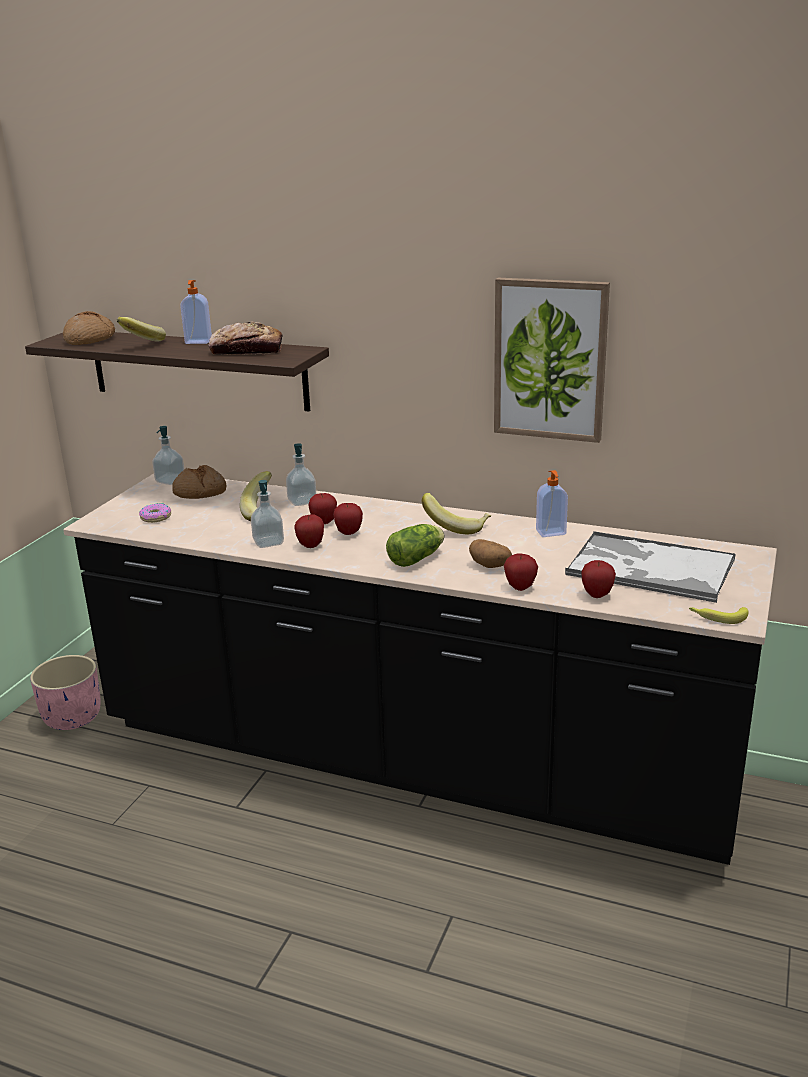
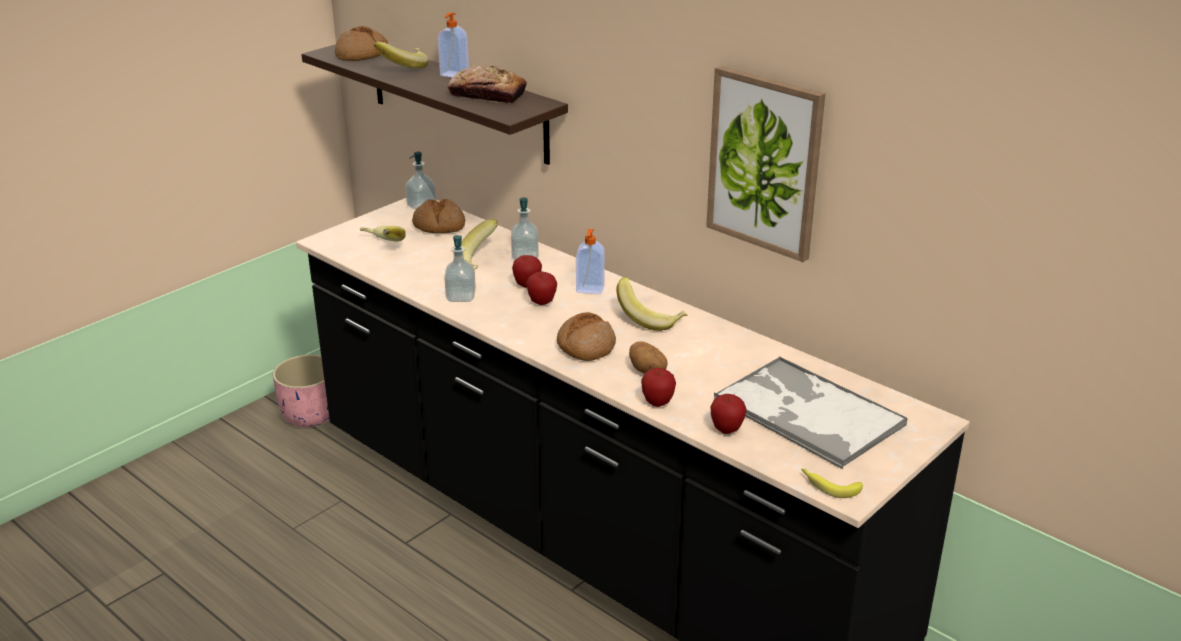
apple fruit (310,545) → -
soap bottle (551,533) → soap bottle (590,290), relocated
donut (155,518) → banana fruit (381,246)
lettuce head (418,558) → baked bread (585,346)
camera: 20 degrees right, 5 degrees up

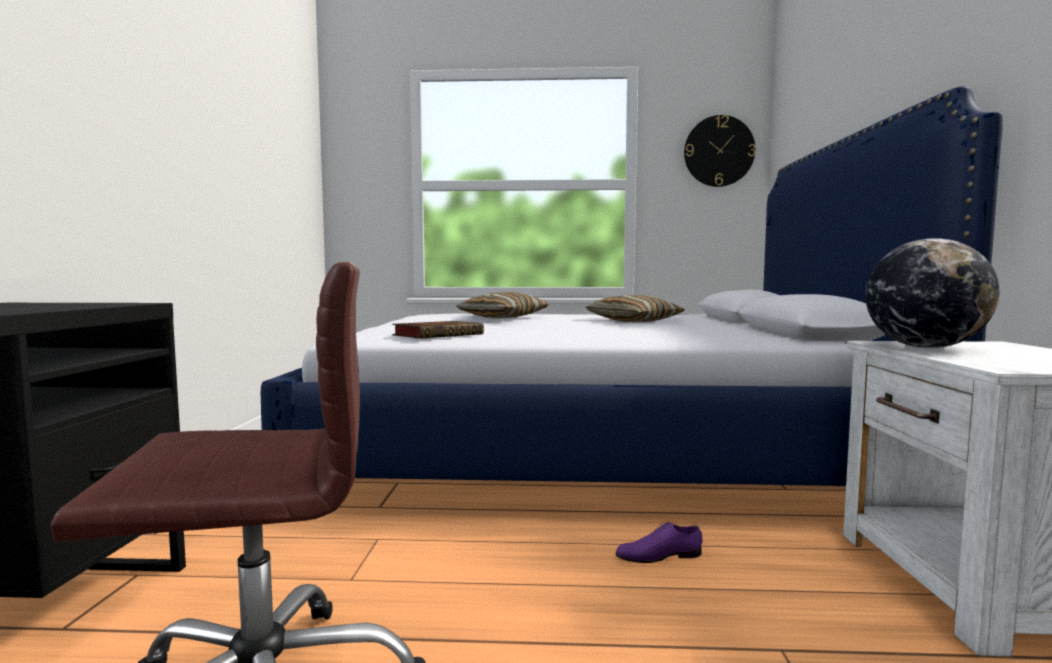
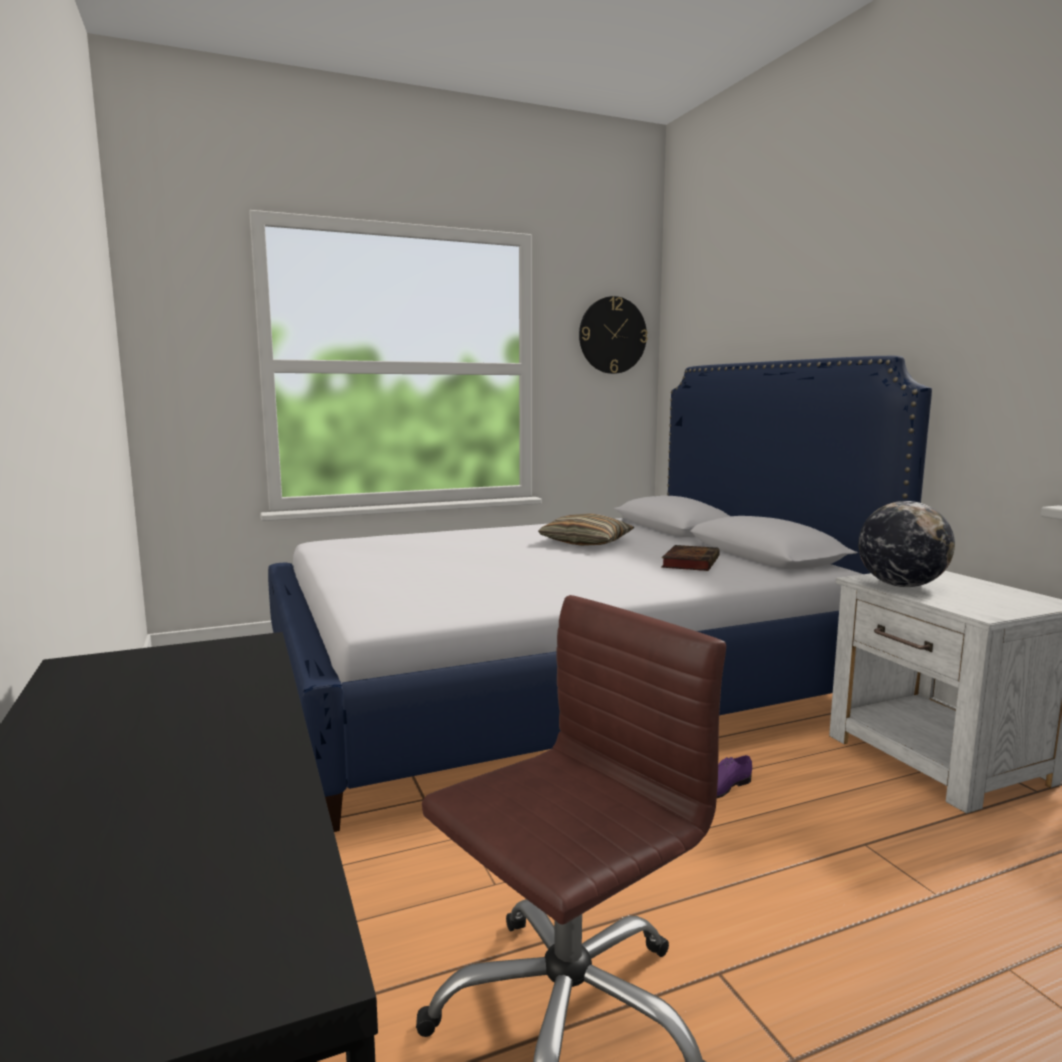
cushion (502,317) → -
book (439,335) → book (690,562), relocated
camera: 25 degrees left, 5 degrees up

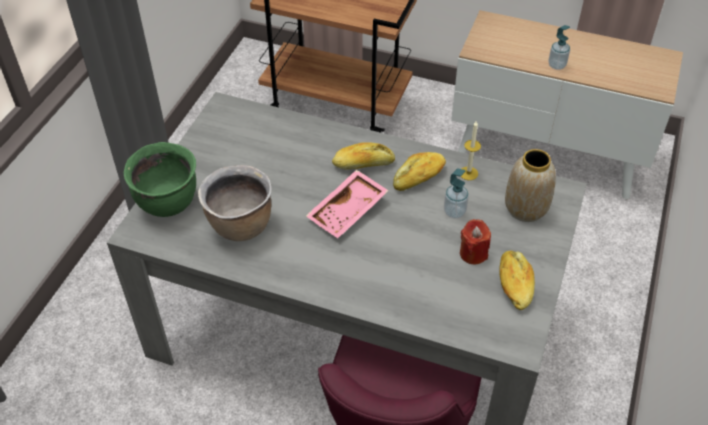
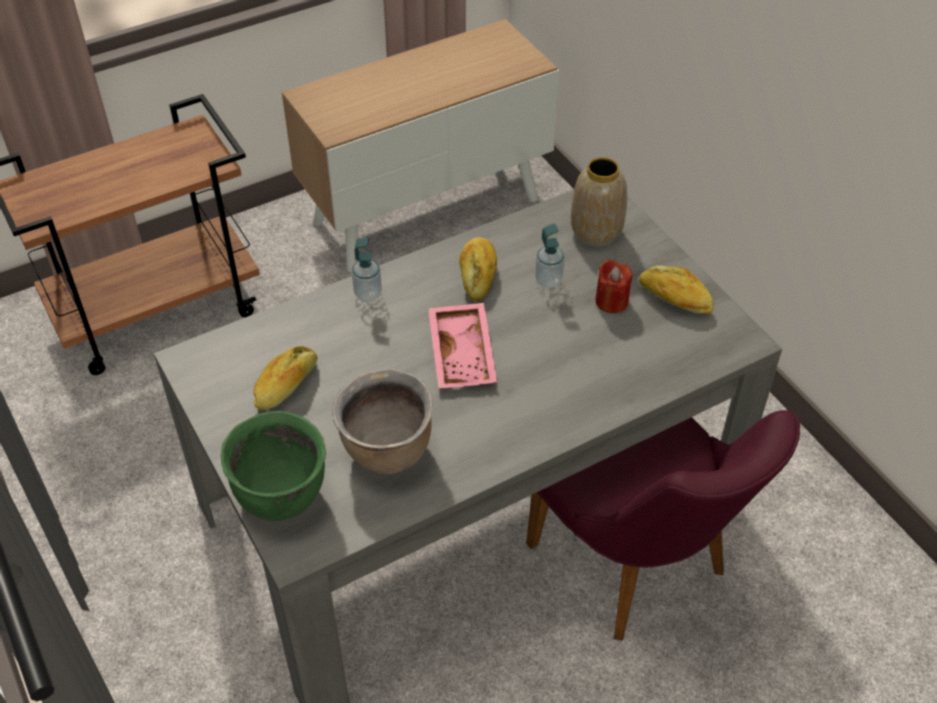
wax candle (468,173) → -
baked bread (363,164) → baked bread (287,385), relocated
soap bottle (556,65) → soap bottle (368,294), relocated
camera: 50 degrees left, 0 degrees up

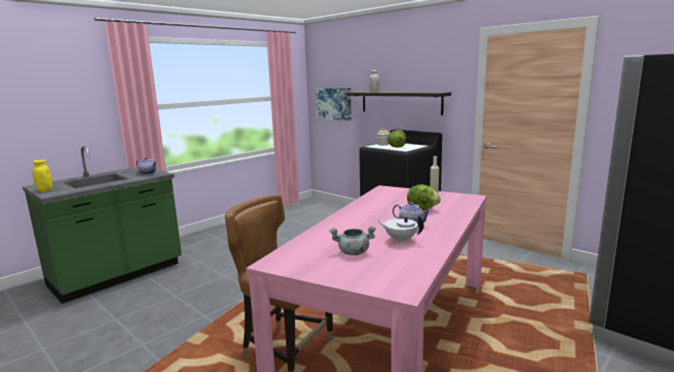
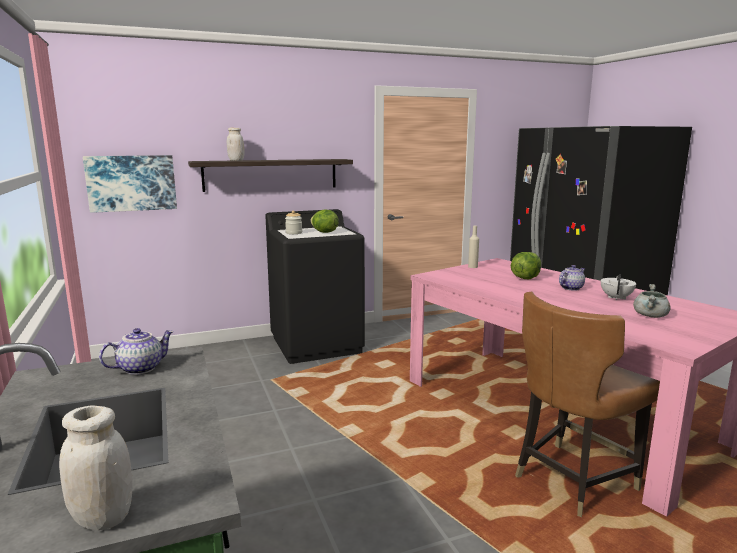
storage jar in yellow-coloured (45,190) → storage jar in white-coloured (103,518)
pot for tea in white-coloured (400,240) → pot for tea in white-coloured (616,298), 150 degrees clockwise
camera: 65 degrees left, 0 degrees up

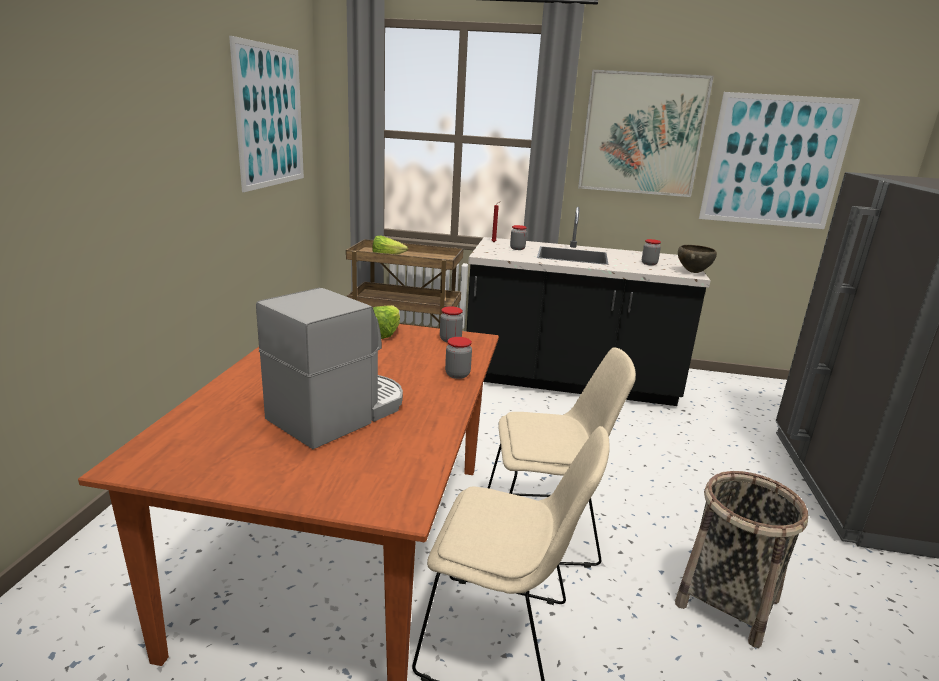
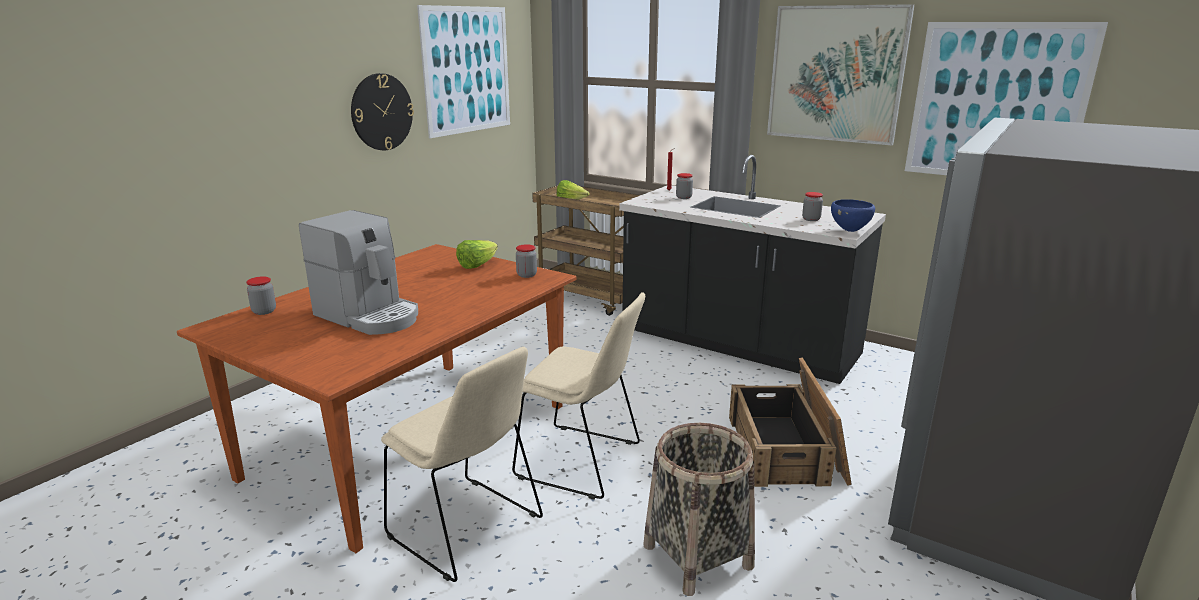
- → wall clock (381,112)
- → shipping crate (787,449)
storage jar (457,374) → storage jar (264,311), relocated
bowl in brownish (693,272) → bowl in blue-coloured (850,231)
coffee machine (340,412) → coffee machine (369,316), 60 degrees clockwise
camera: 25 degrees right, 0 degrees up

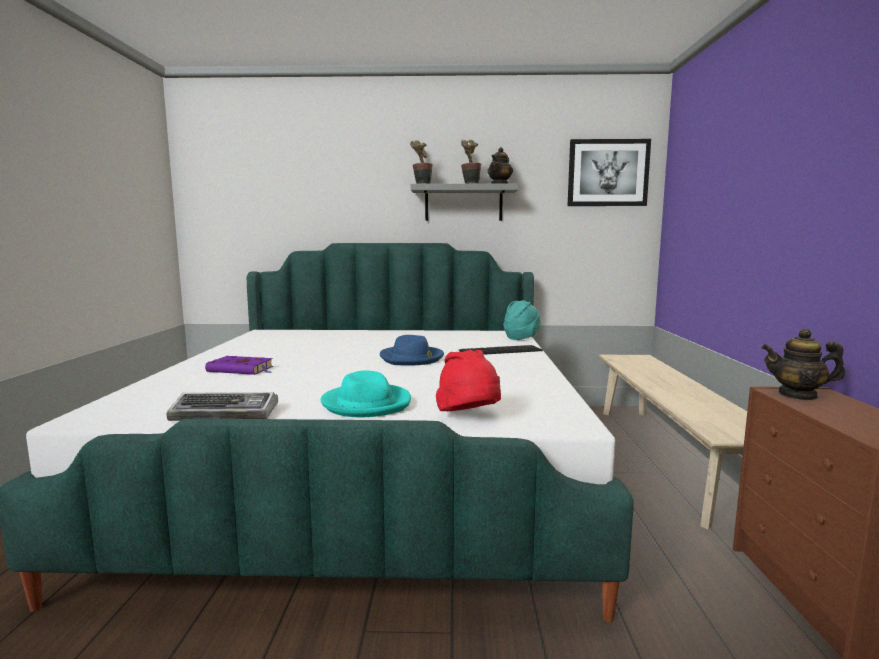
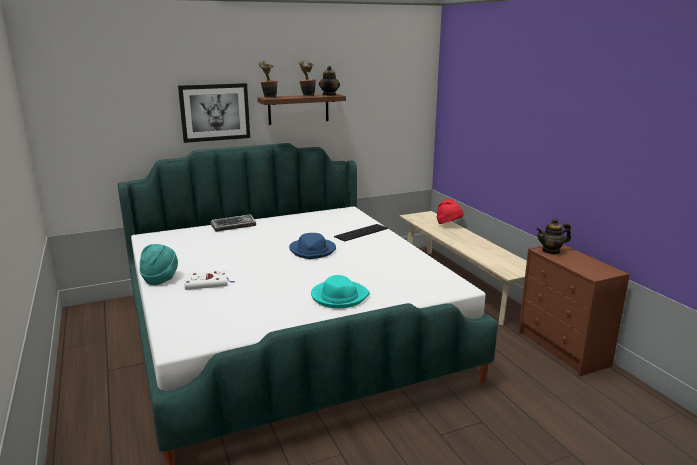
keyboard (226,414) → keyboard (234,226), relocated
wearable hat in reddish (470,417) → wearable hat in reddish (449,225), relocated
wearable hat in turquoise (521,337) → wearable hat in turquoise (160,279), relocated
wall picture (608,173) → wall picture (215,112), relocated
book in purplish (242,369) → book in white-coloured (208,283)
shelf in grey (463,203) → shelf in brownish (298,109)
camera: 25 degrees left, 10 degrees up

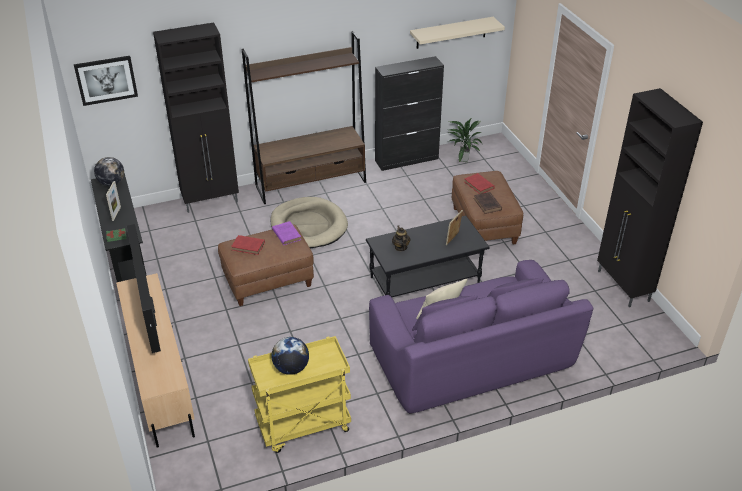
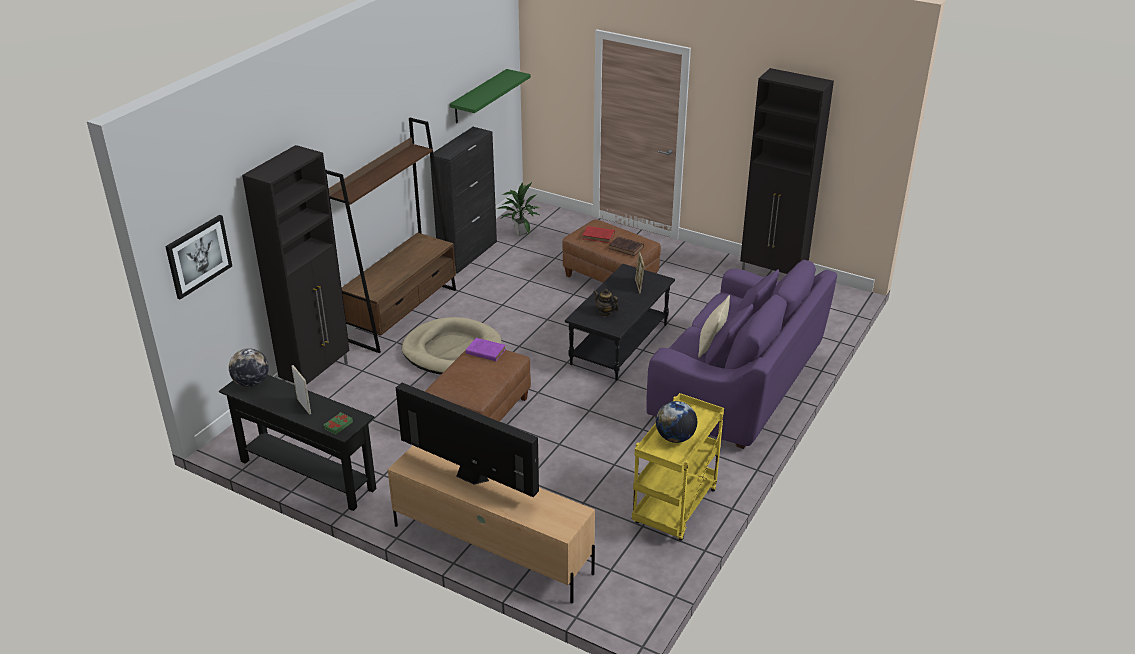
book in reddish (249,246) → -
shelf in beige-coloured (451,32) → shelf in green (479,96)
camera: 40 degrees left, 5 degrees down

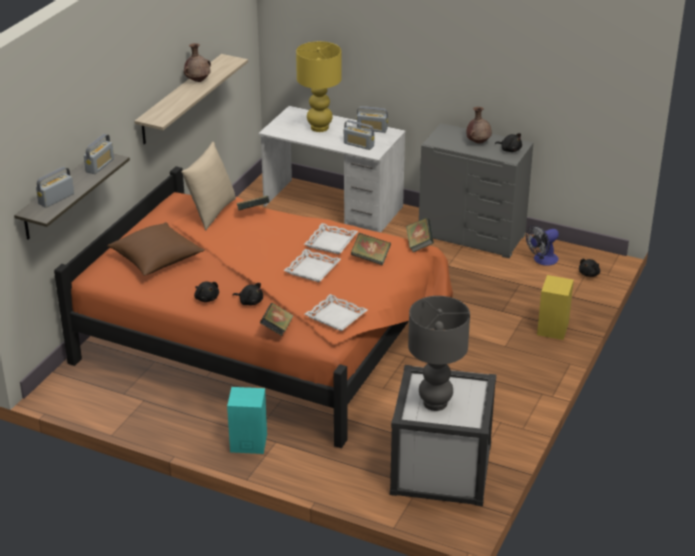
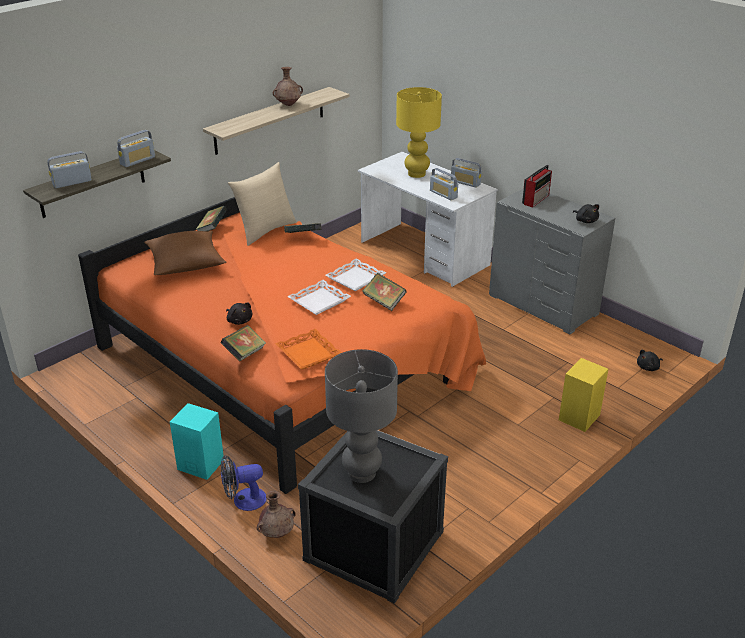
plush toy in blackish (206,298) → -
- → radio (536,199)
book (419,244) → book (212,229), relocated
flower vase in brownish (478,142) → flower vase in brownish (277,533), relocated
electric fan (542,260) → electric fan (243,500), relocated
serving tray in white-coloured (336,316) → serving tray in orangey (309,353)
storage box in white-coloured (441,469) → storage box in blackish (374,545)
camera: 20 degrees right, 0 degrees up

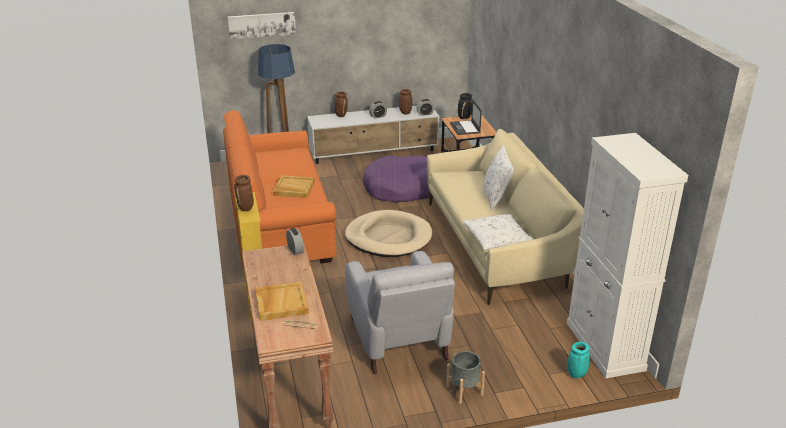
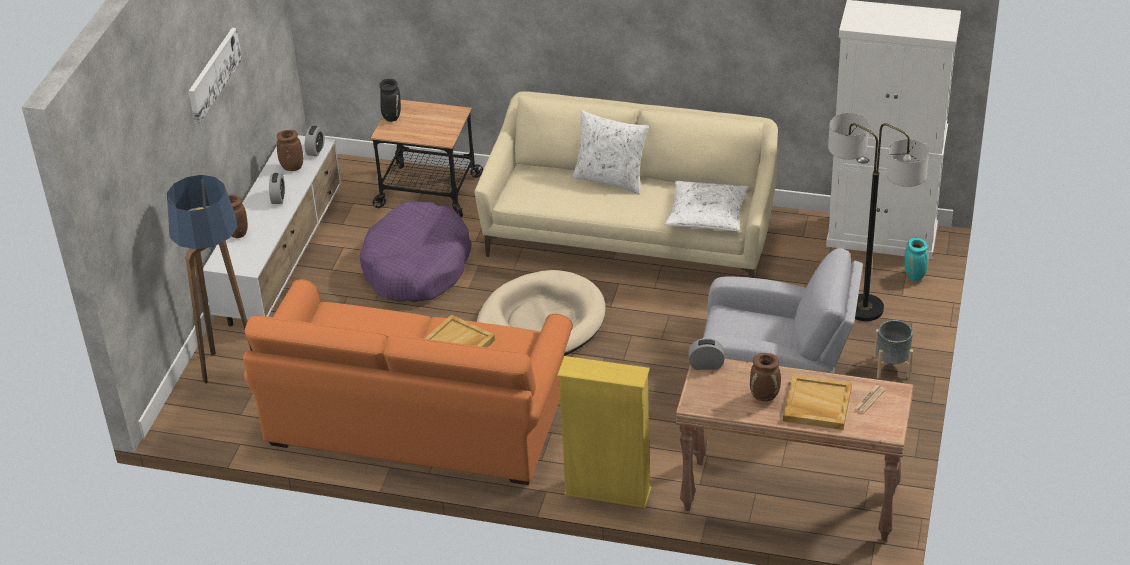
notebook computer (465,128) → -
- → standard lamp (864,308)
wall picture (262,25) → wall picture (213,74), relocated
flower vase in brownish (246,208) → flower vase in brownish (765,396), relocated
camera: 60 degrees left, 10 degrees up

